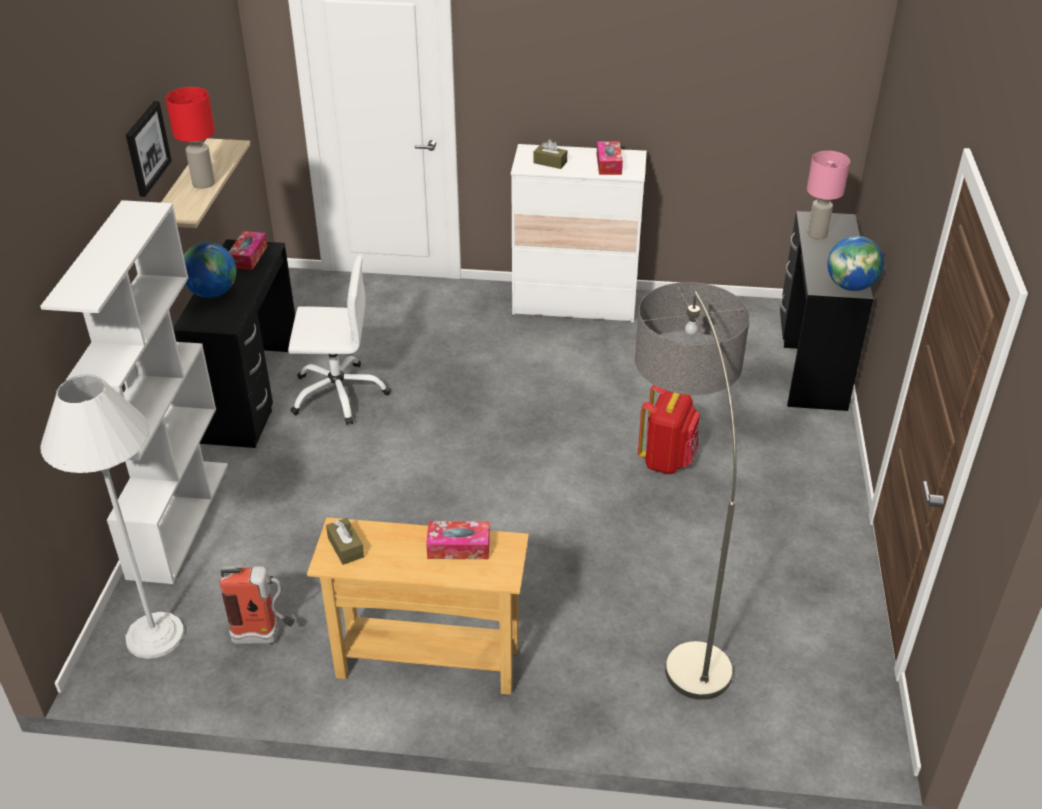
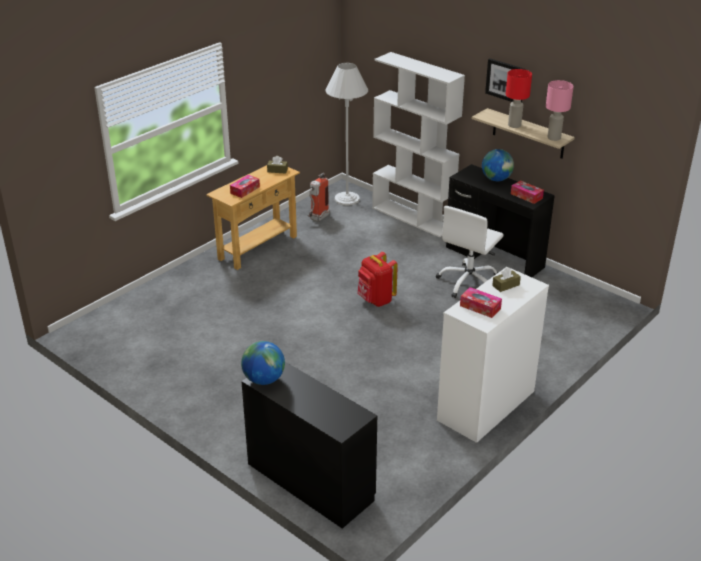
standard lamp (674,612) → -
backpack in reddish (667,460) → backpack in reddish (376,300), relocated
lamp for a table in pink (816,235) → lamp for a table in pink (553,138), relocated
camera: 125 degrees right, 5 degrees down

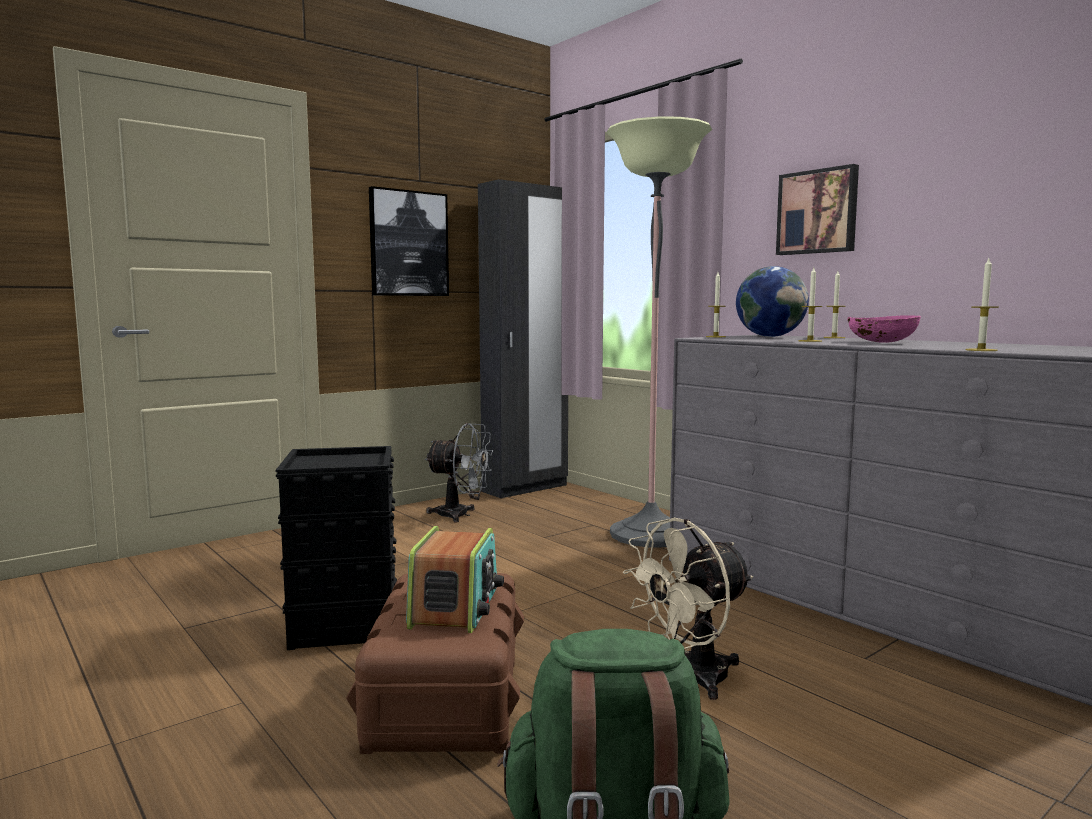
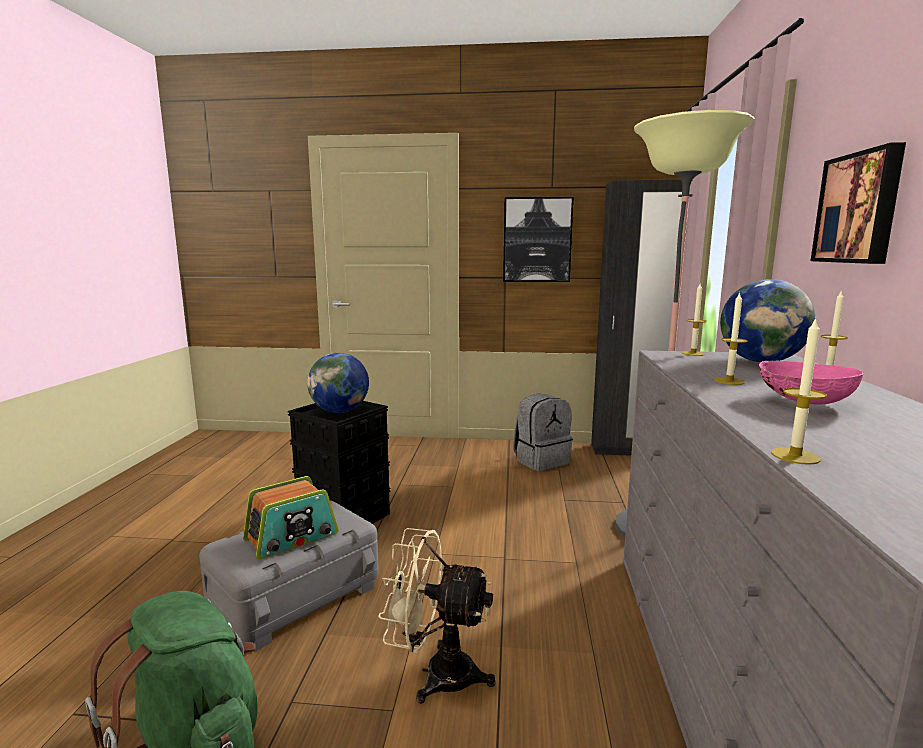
- → desk globe (340,411)
electric fan in grey (461,515) → backpack in grey (541,460)
storage box in brownish (445,700) → storage box in grey (295,595)
camera: 45 degrees right, 5 degrees up

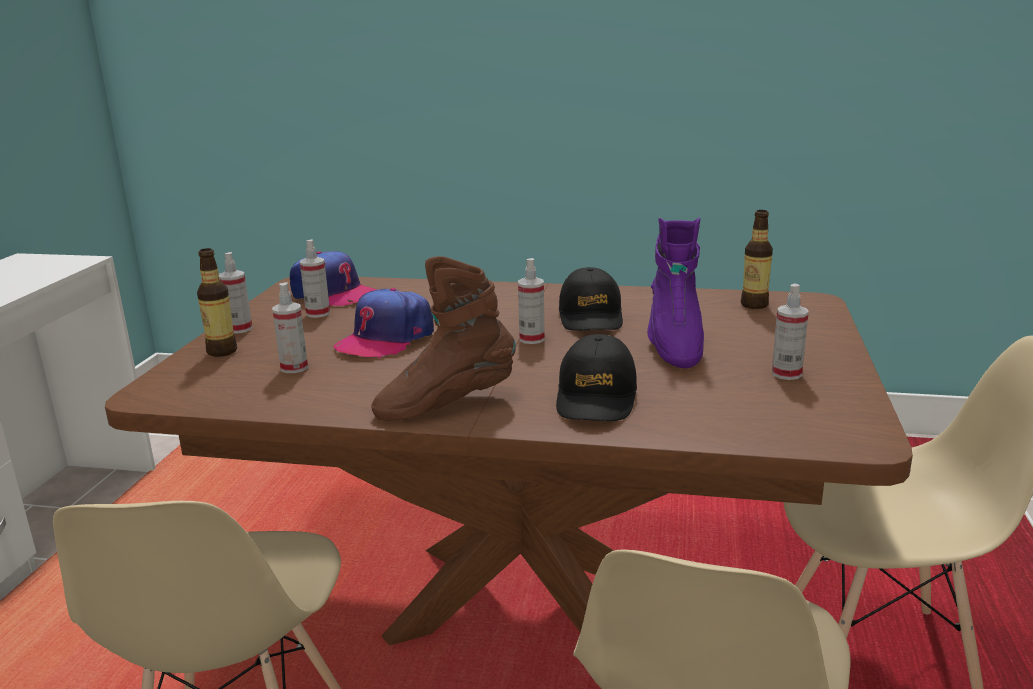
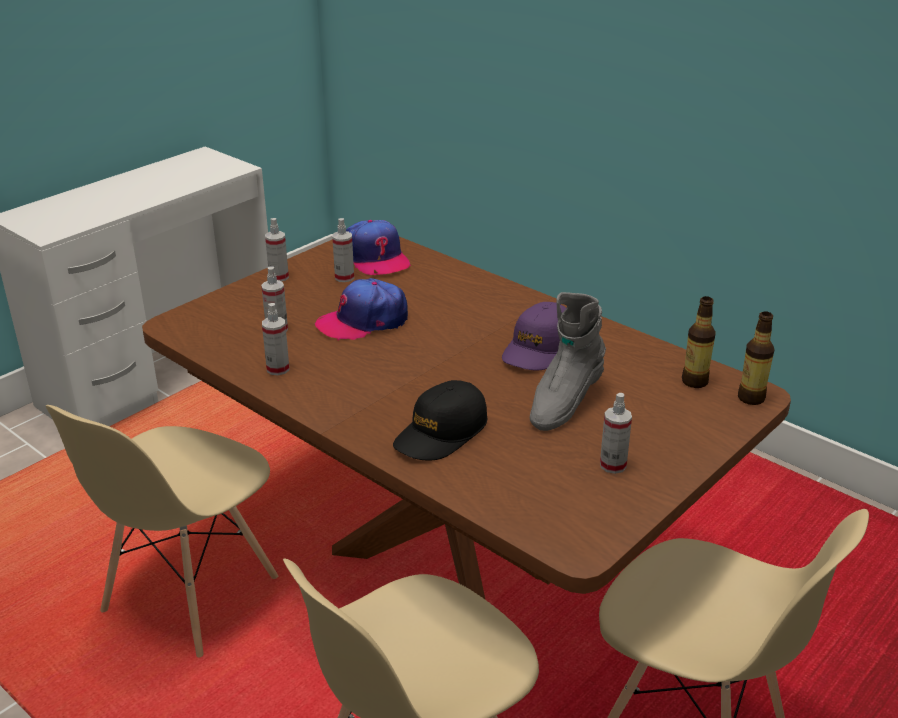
boot in brownish (445,404) → -
drink bottle (222,351) → drink bottle (751,398), relocated
hand sprayer (532,339) → hand sprayer (278,369), relocated
baseball cap in blackish (591,317) → baseball cap in purplish (538,348)
boot in purplish (673,345) → boot in grey (564,402)
camera: 30 degrees right, 10 degrees up

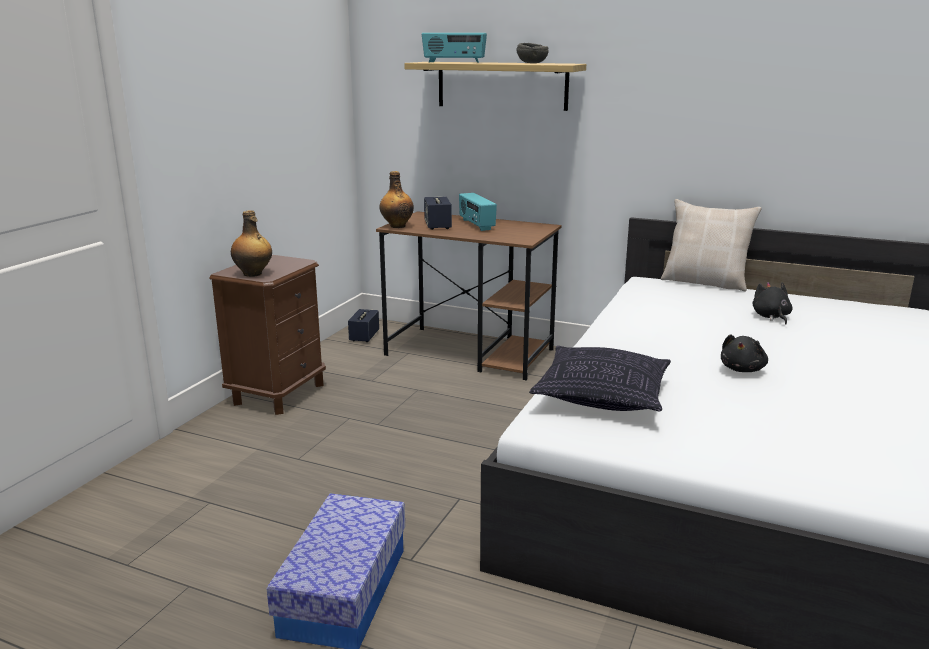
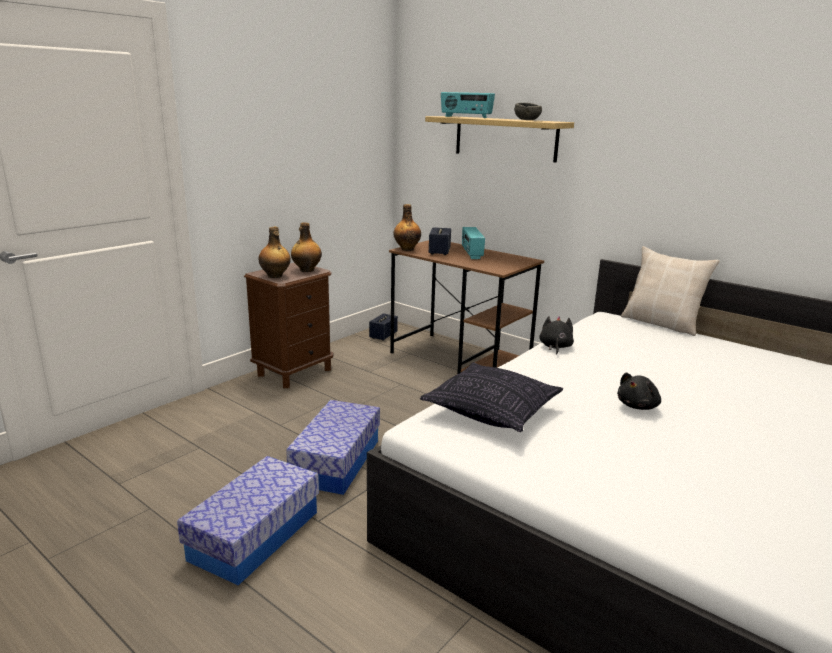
- → storage box (337,461)
- → drink bottle (306,270)
plush toy in blackish (771,317) → plush toy in blackish (555,347), relocated
camera: 15 degrees right, 0 degrees up

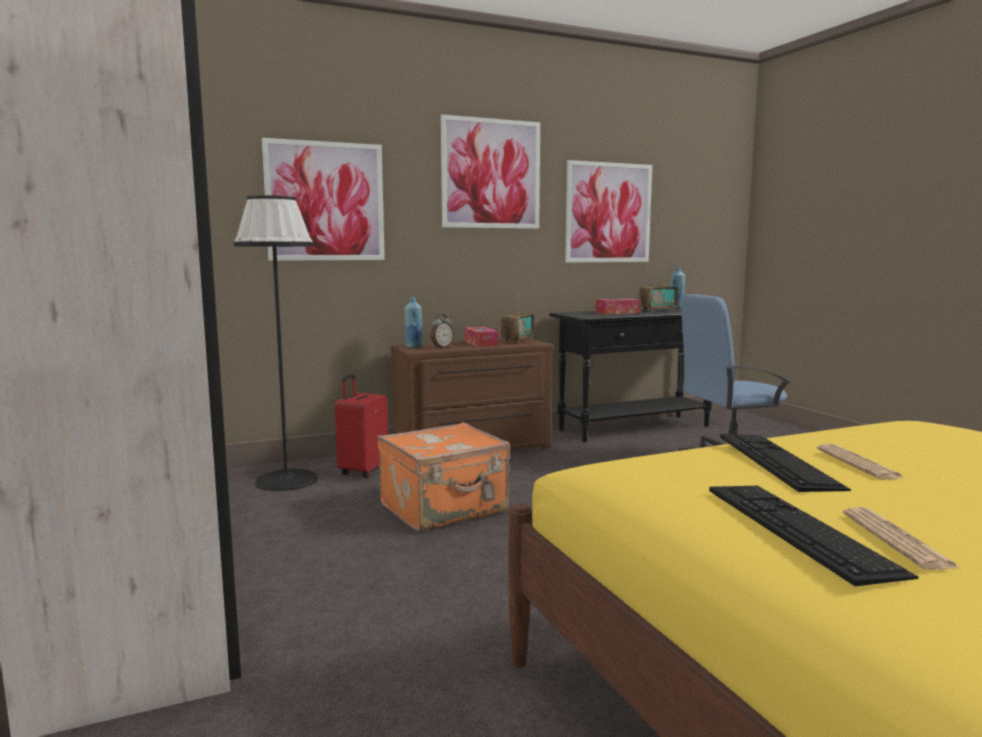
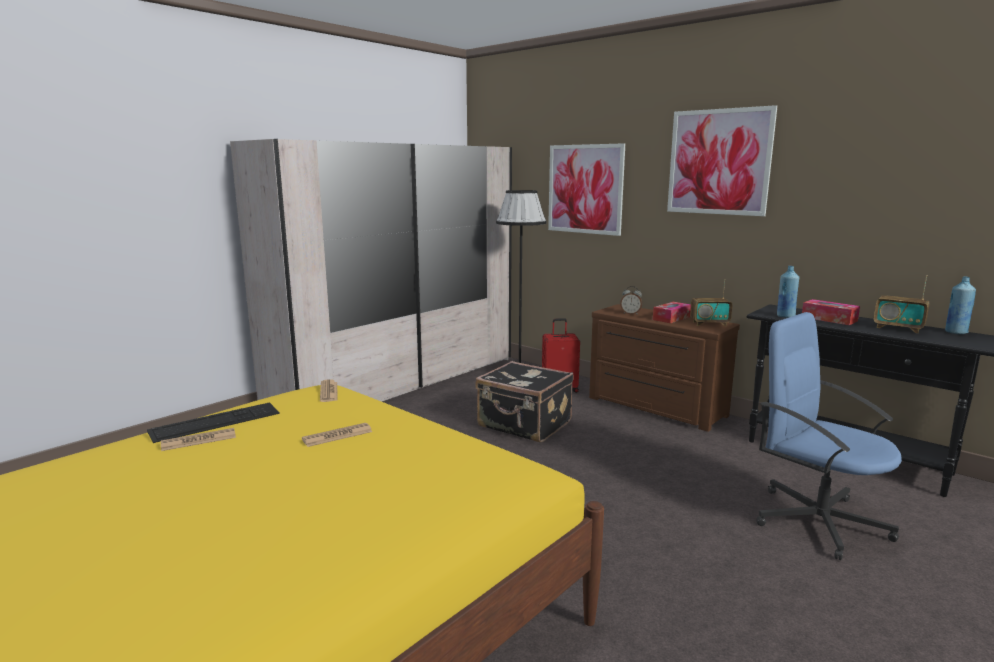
wall picture (608,213) → -
keyboard (777,460) → -
- → printed paper (328,391)
drink bottle in blue-coloured (414,347) → drink bottle in blue-coloured (785,316), relocated
suitcase in orangey (445,509) → suitcase in blackish (524,425)
camera: 65 degrees right, 5 degrees up

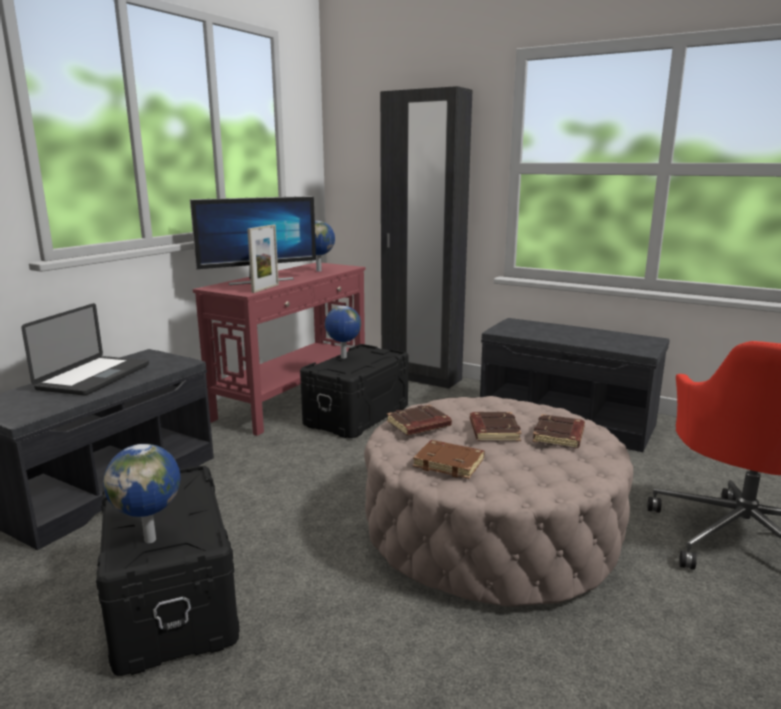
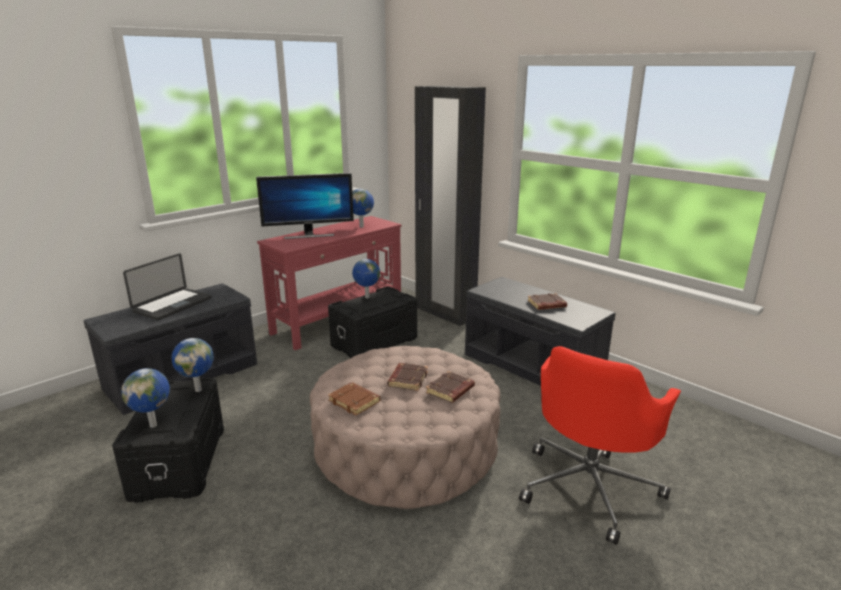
photo frame (265,288) → -
- → desk globe (198,389)
book in brownish (418,425) → book in brownish (546,305), relocated
camera: 15 degrees right, 5 degrees up

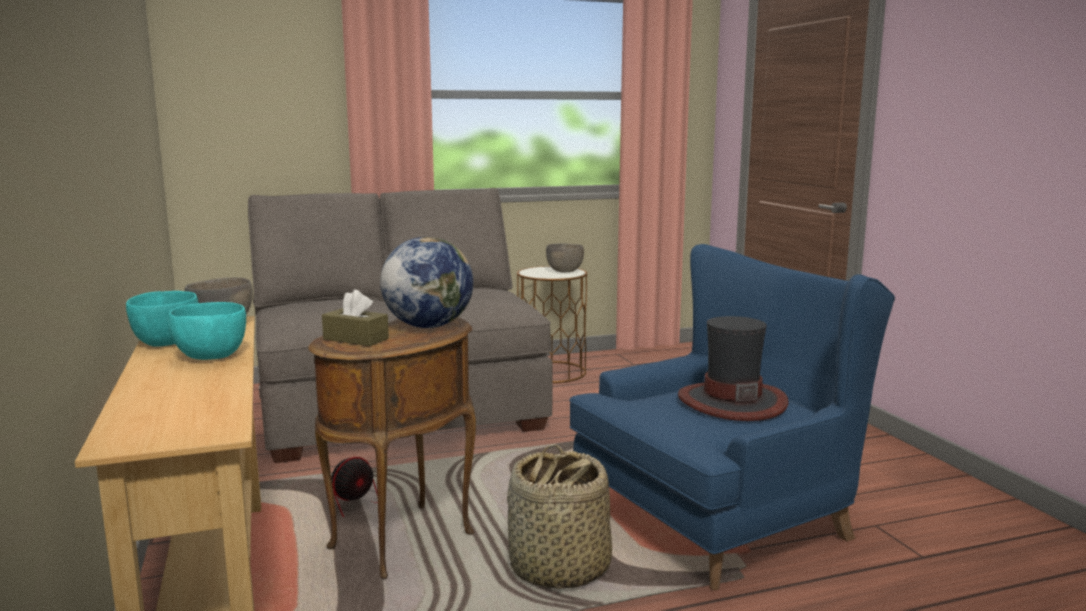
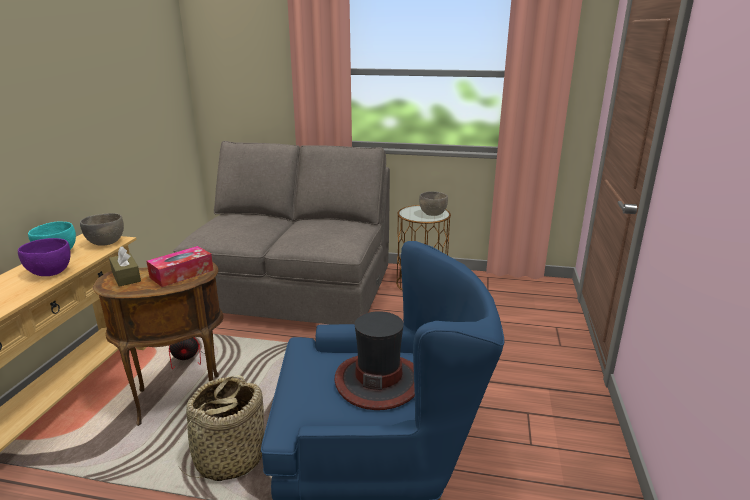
desk globe (428,326) → tissue box (182,274)
bowl in turquoise (210,357) → bowl in purplish (50,273)
camera: 30 degrees right, 10 degrees up

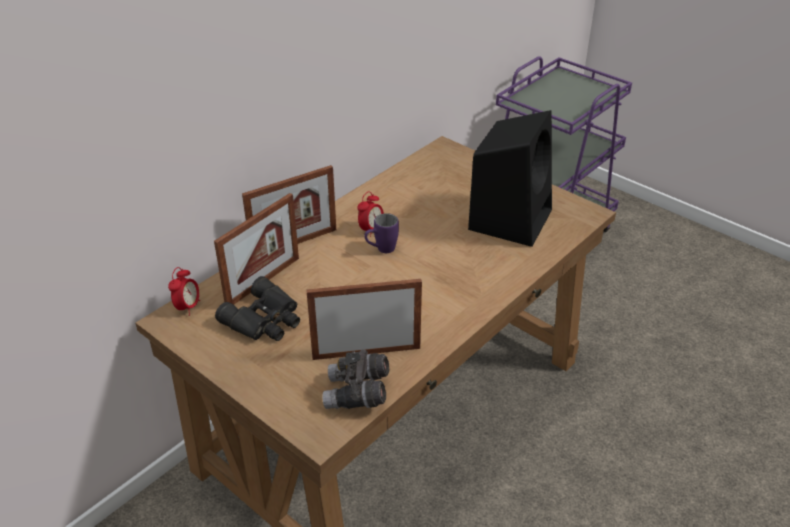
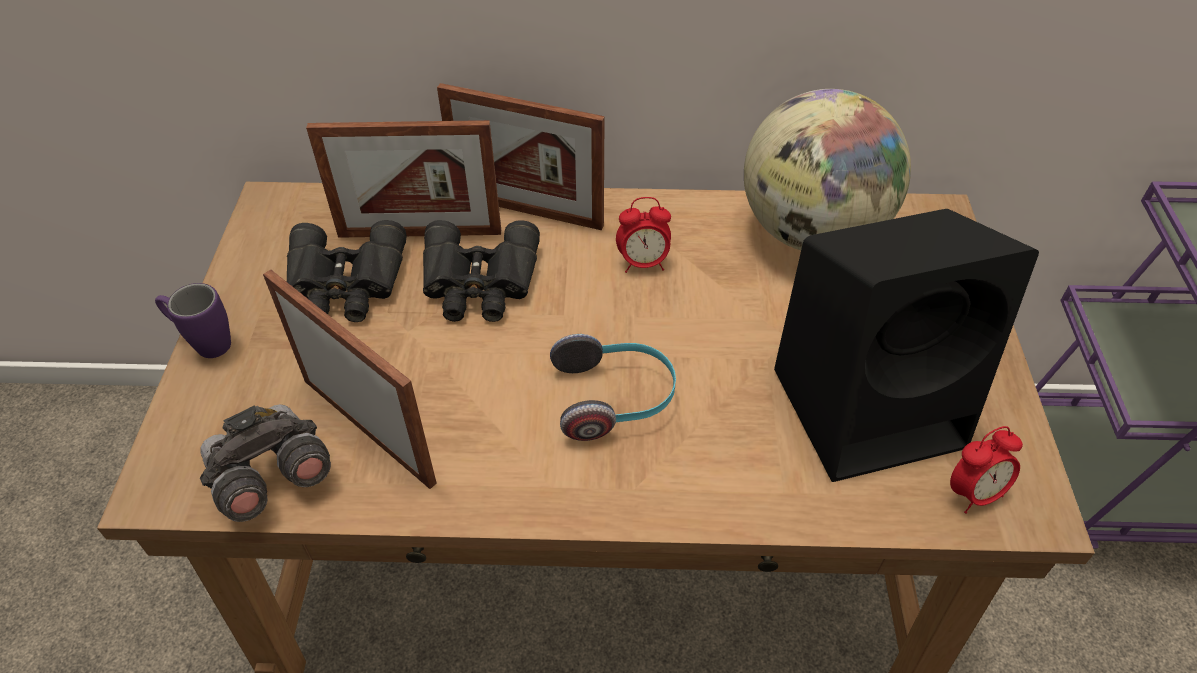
- → binoculars in blackish (479,283)
- → headset (614,399)
- → desk globe (810,232)
alarm clock (188,307) → alarm clock (973,493), relocated
tea mug in purplish (381,250) → tea mug in purplish (204,343), relocated
camera: 50 degrees right, 10 degrees up

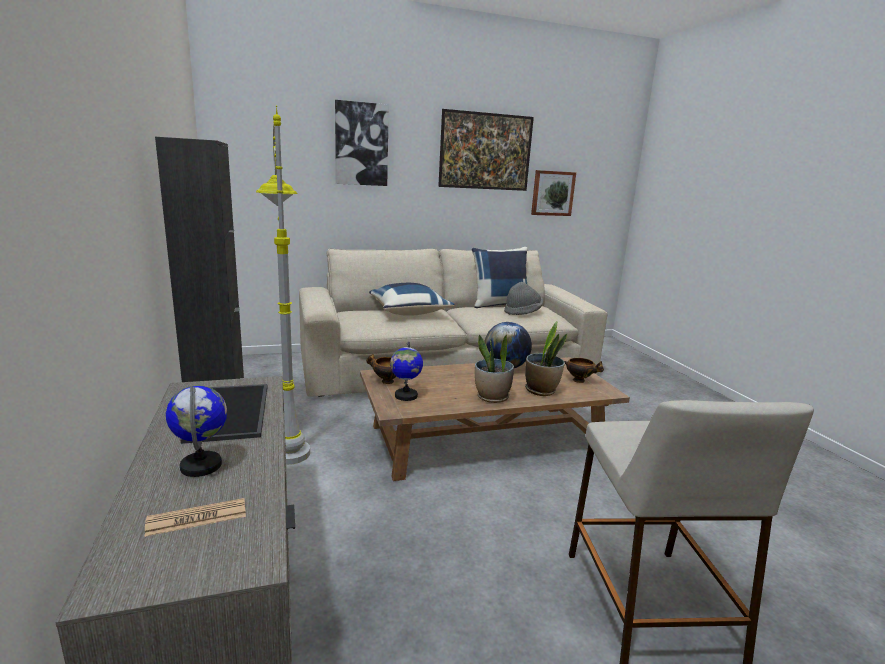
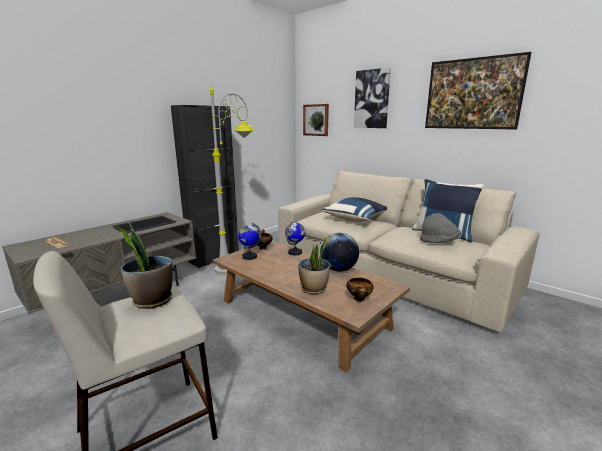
desk globe (201,465) → desk globe (295,252), relocated
plant in a pot (492,397) → plant in a pot (152,300), relocated
wall picture (552,193) → wall picture (316,120), relocated
camera: 60 degrees right, 0 degrees up

